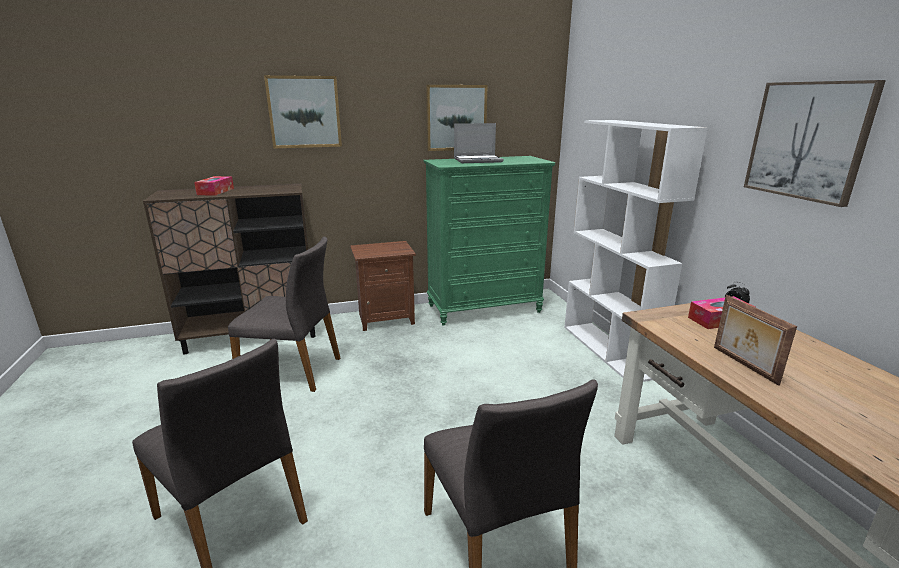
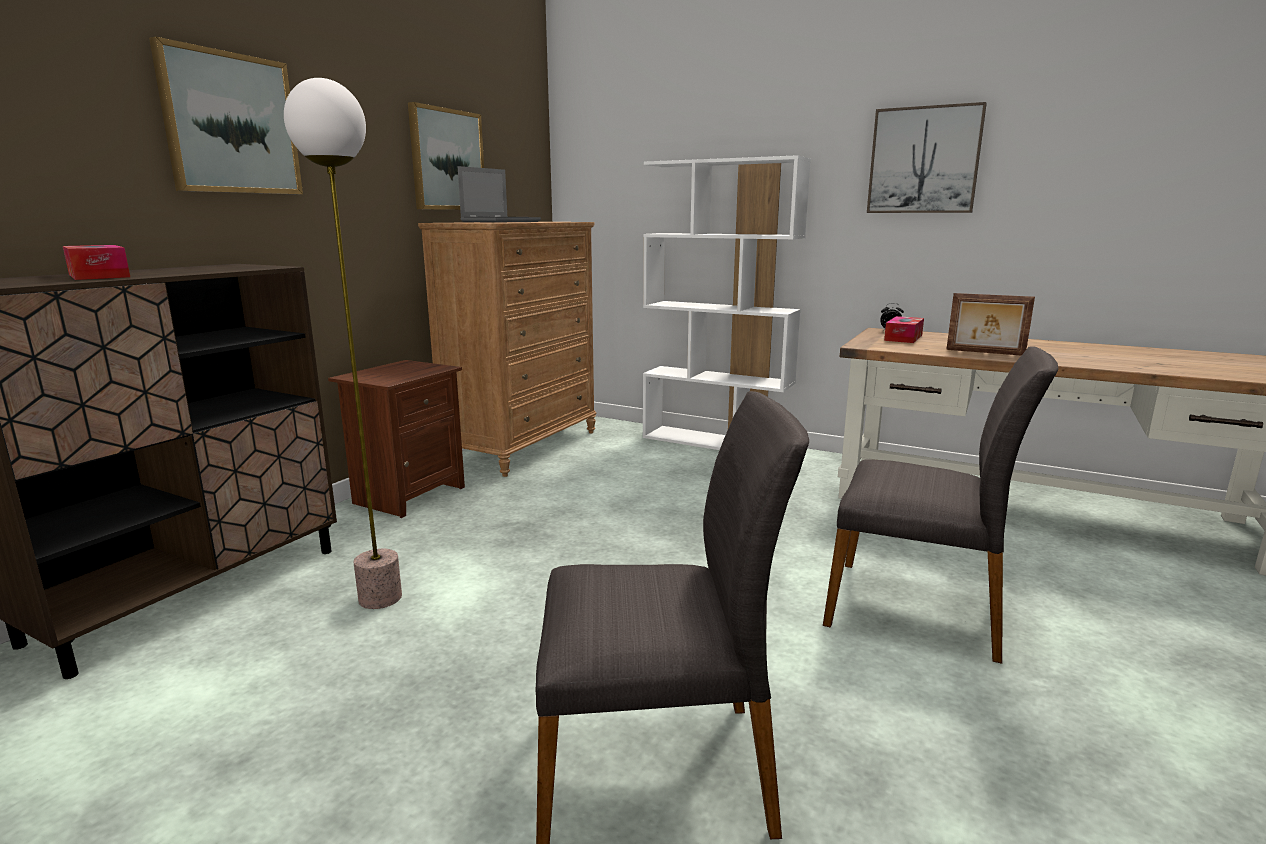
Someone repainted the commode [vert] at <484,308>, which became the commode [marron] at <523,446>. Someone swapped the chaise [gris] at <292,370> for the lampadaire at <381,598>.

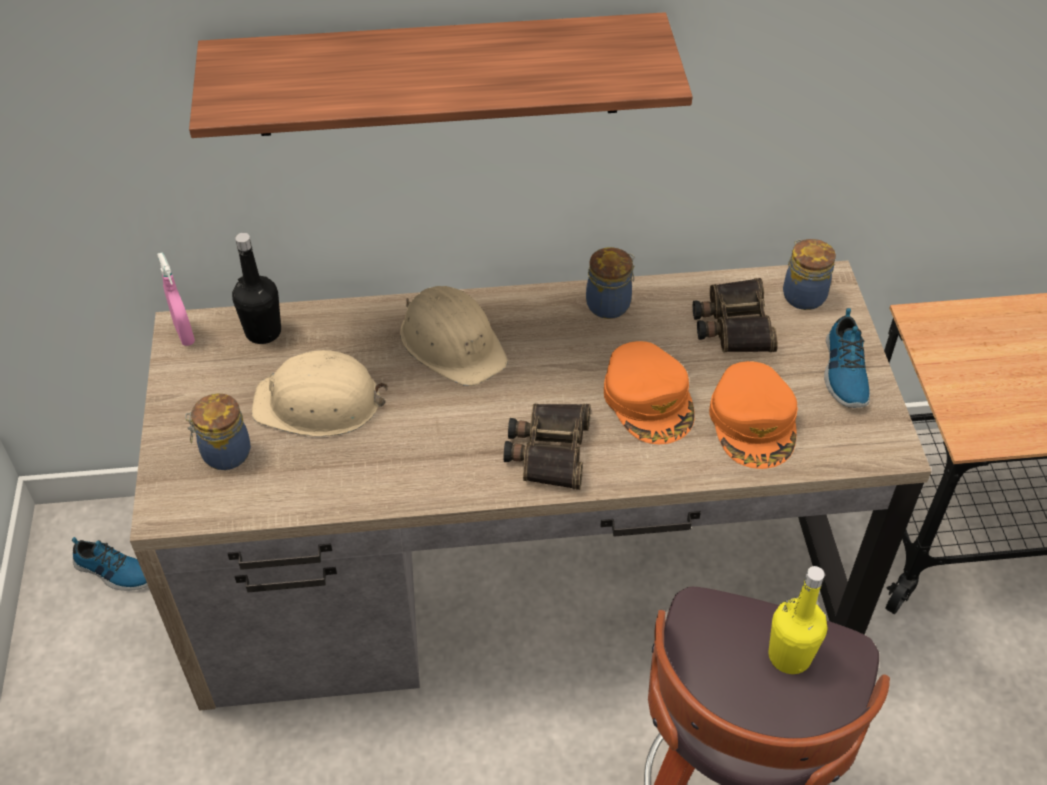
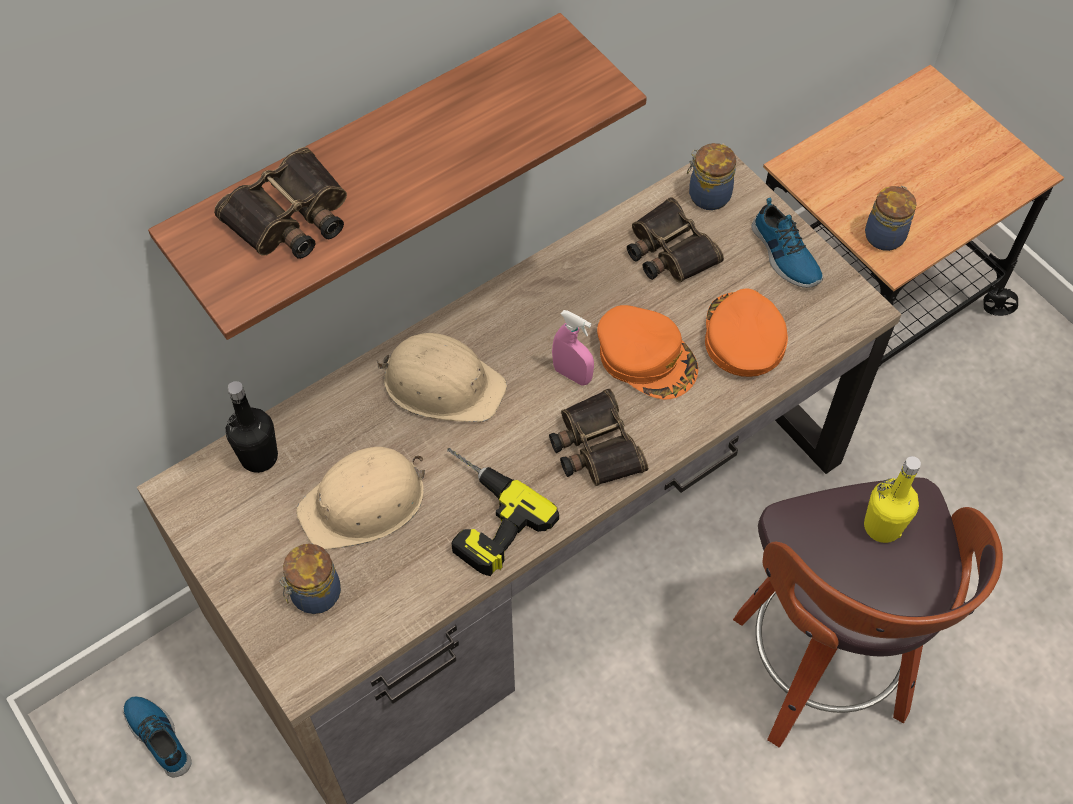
Someone carried the bocal from <610,304> to <885,235>. Someone carried the vaporisateur [rose] from <184,334> to <572,375>. Someone rotated the casquette [orange] at <754,422> by 150 degrees counterclockwise. Someone rotated the chaussure at <115,572> by 120 degrees counterclockwise. Someone put down the jumelles at <291,218>. Someone put down the perceuse at <479,515>.

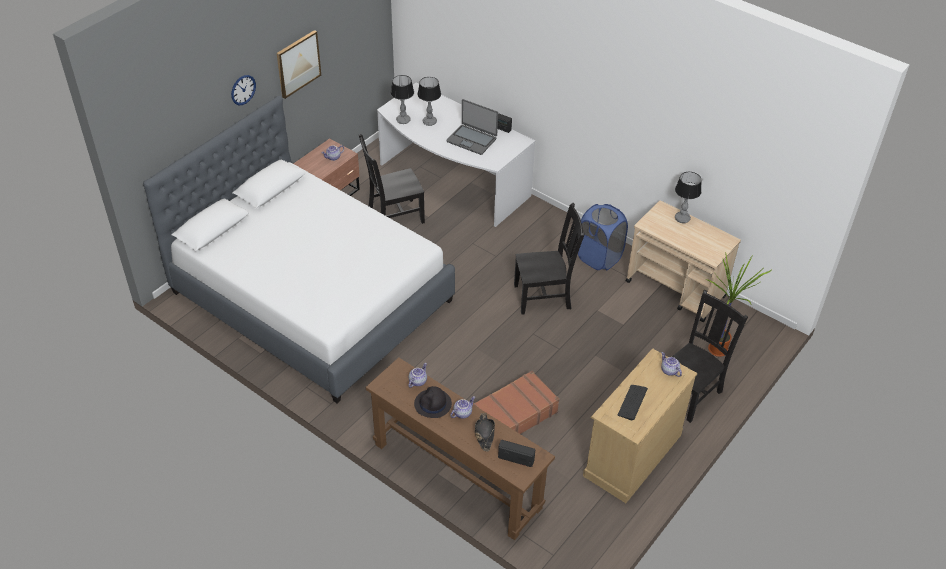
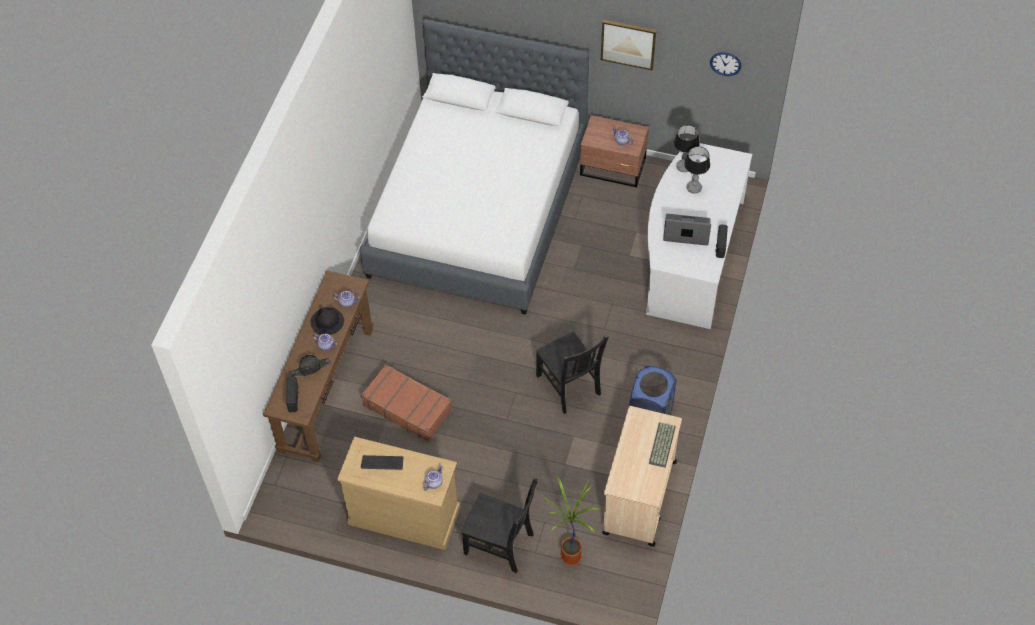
Someone carried the horloge murale from <243,90> to <725,63>. Someone rotated the ordinateur portable at <472,140> by 90 degrees clockwise. Someone took away the chaise [noir] at <393,216>. Someone swapped the lampe de table at <682,218> for the clavier at <663,445>.

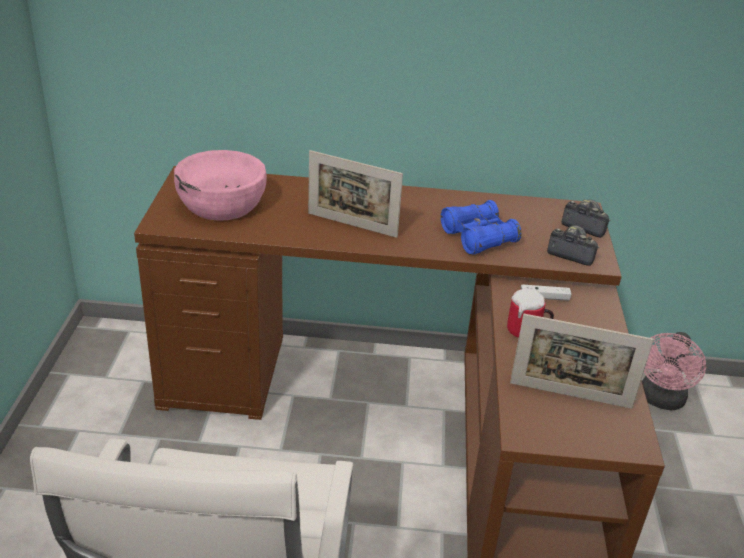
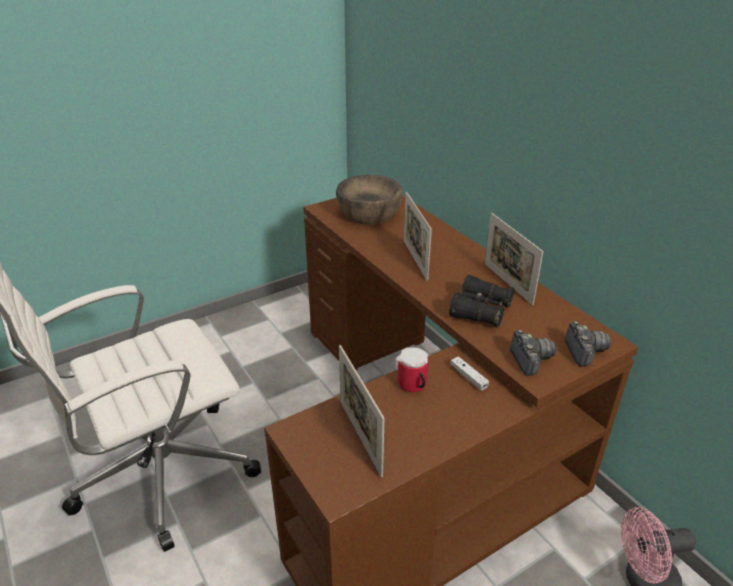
Someone repainted the bol [rose] at <222,204>, which became the bol [marron] at <369,213>. Someone repainted the jumelles [bleu] at <478,237>, which became the jumelles [noir] at <480,311>. Someone put down the cadre photo at <507,283>.

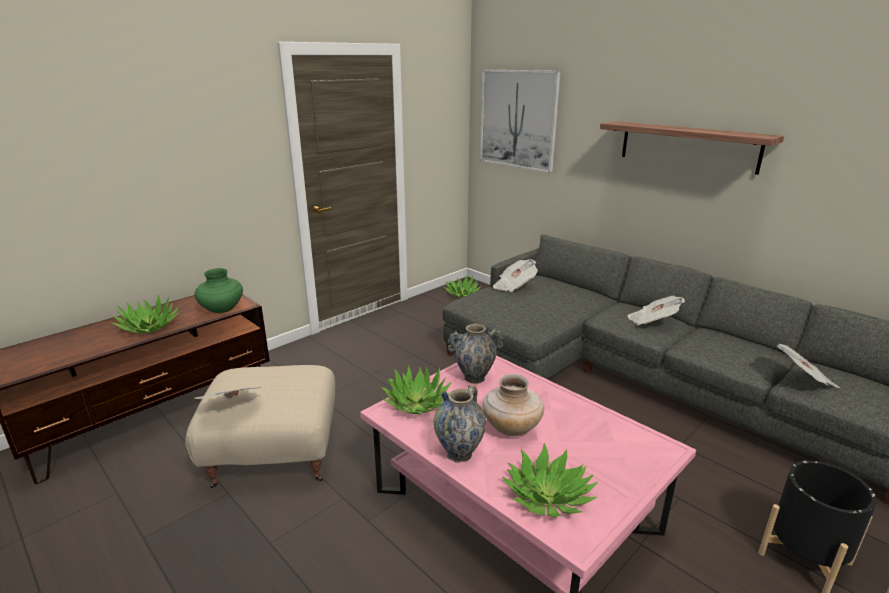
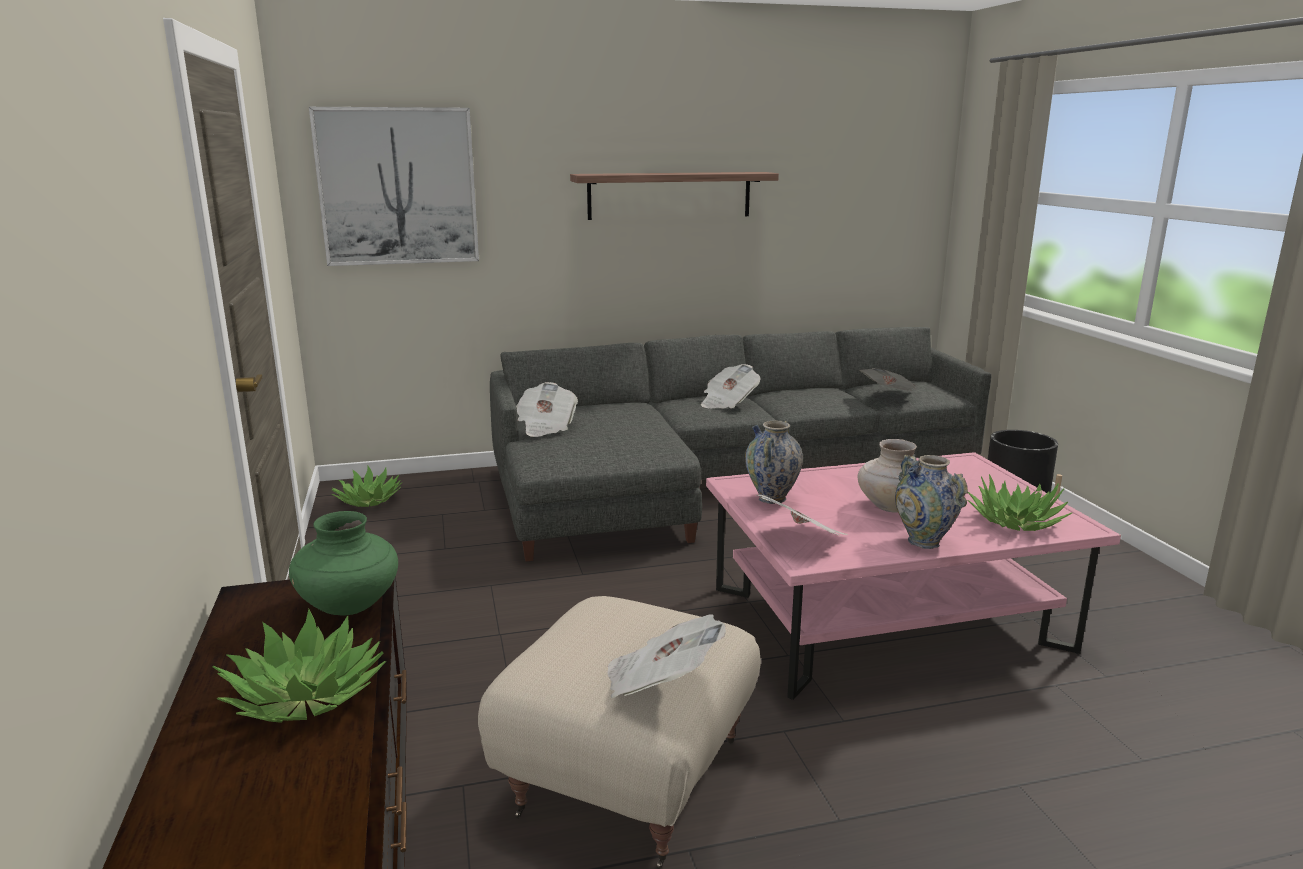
Someone swapped the plante en pot at <417,403> for the journal at <801,538>.

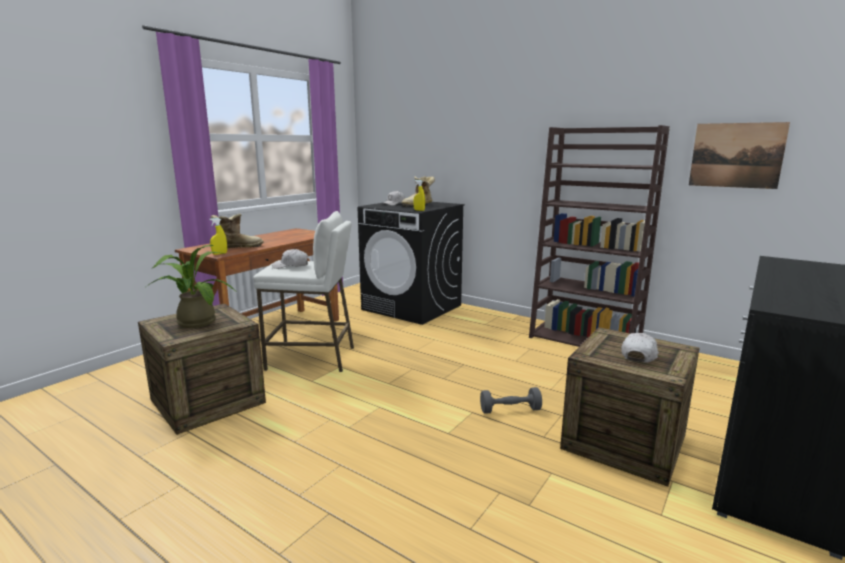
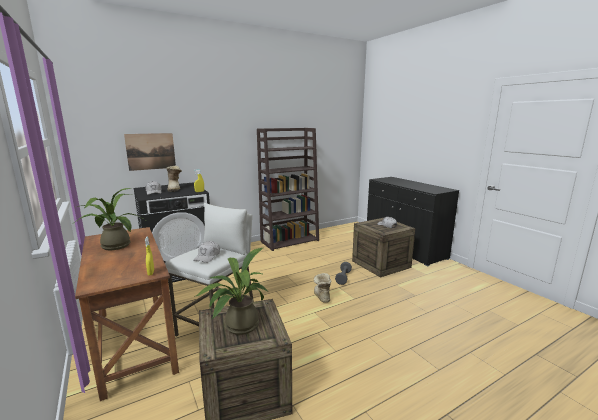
Someone carried the tableau from <736,155> to <151,151>. Someone carried the botte from <238,247> to <321,297>. Someone put down the plante en pot at <113,245>.

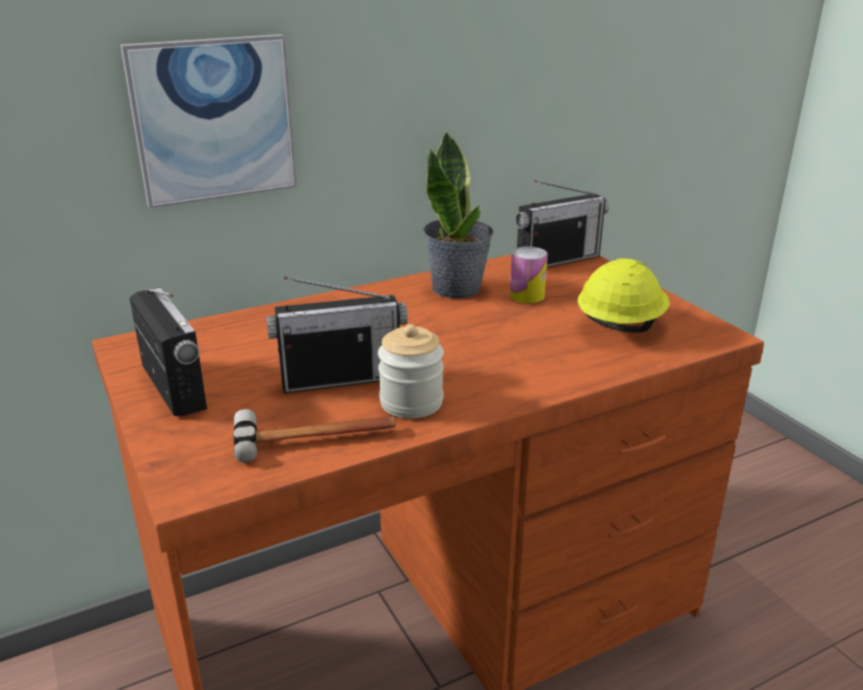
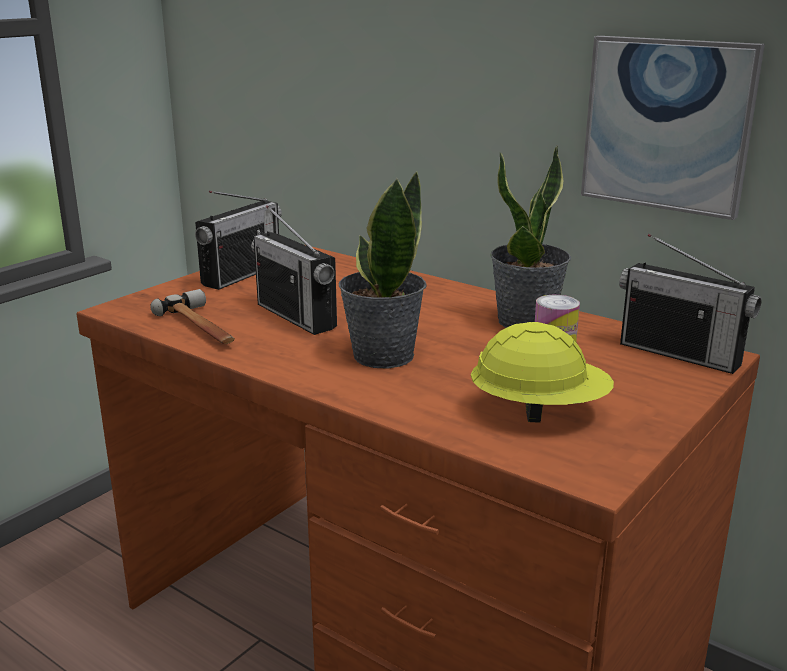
Someone carried the tableau from <213,120> to <667,125>. Someone took away the bocal at <411,402>. Someone put down the plante en pot at <382,355>.

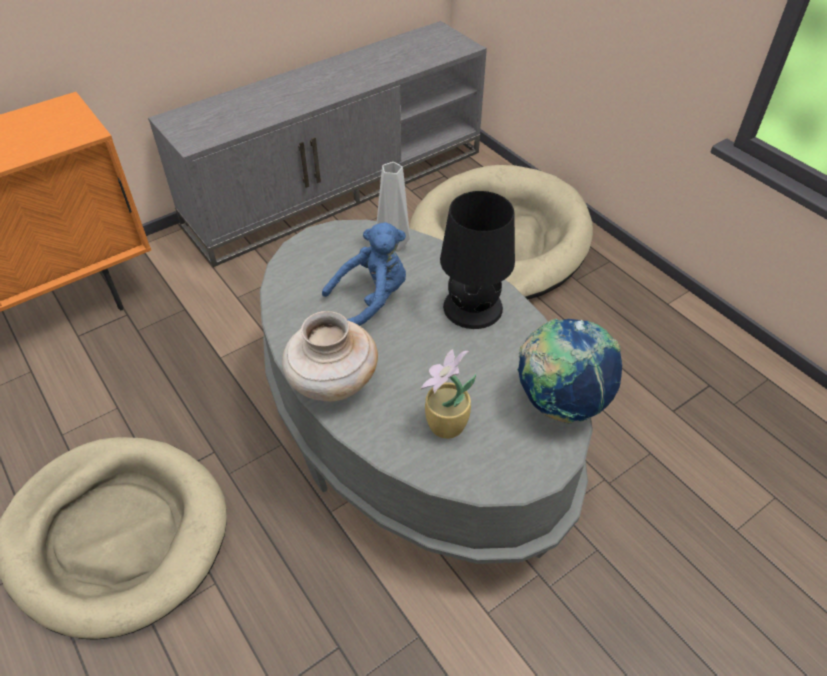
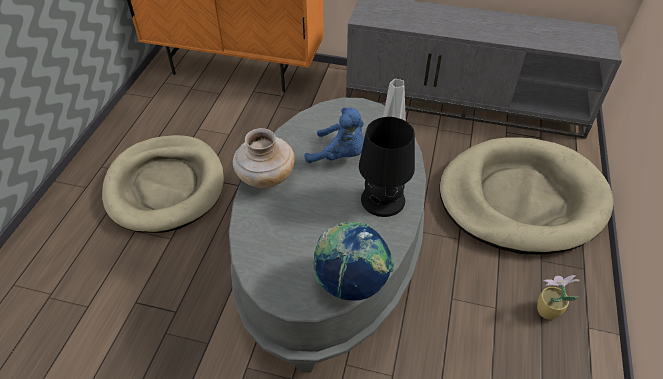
Someone carried the plante en pot from <445,426> to <546,311>.

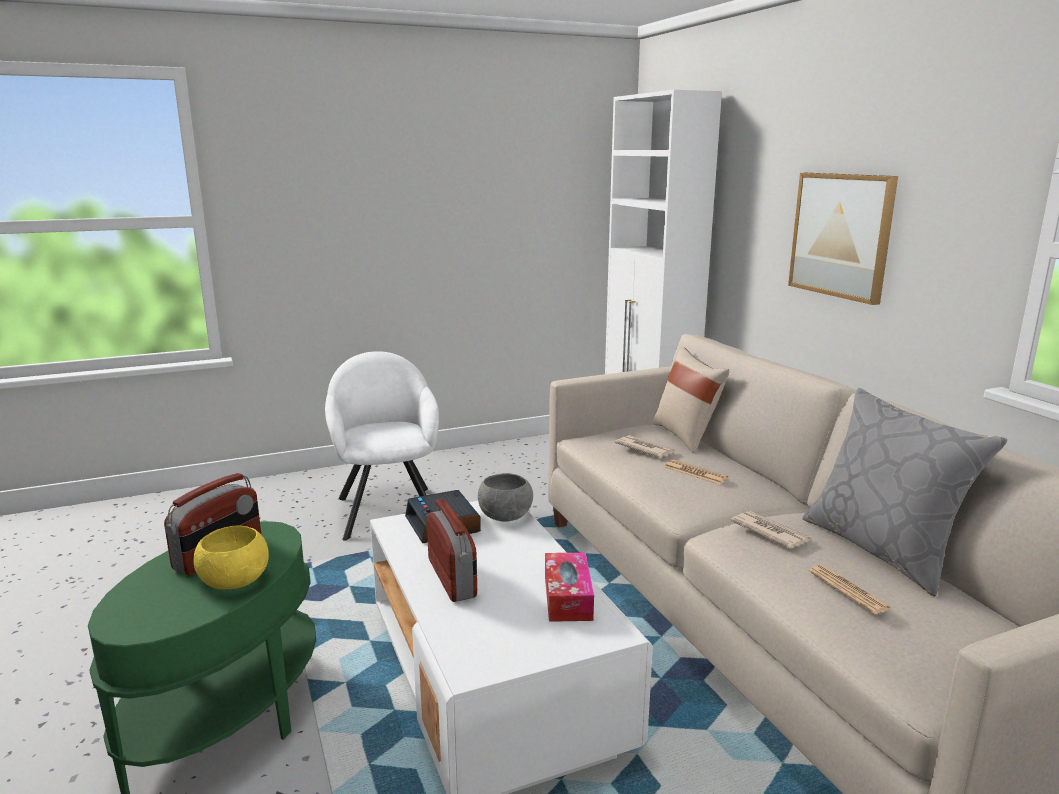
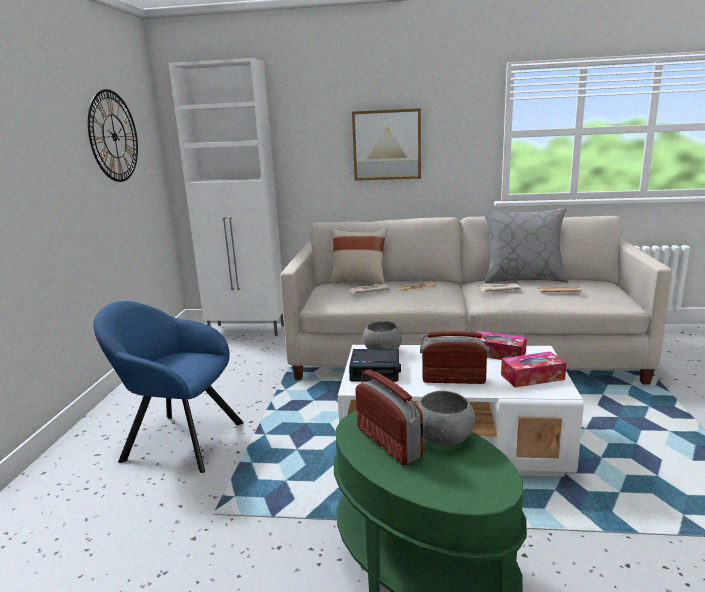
Someone repainted the fauteuil [blanc] at <387,509>, which became the fauteuil [bleu] at <178,440>. Someone repainted the bol [jaune] at <235,580>, which became the bol [gris] at <443,438>. Someone put up the horloge murale at <114,136>. Someone put down the boîte à mouchoirs at <532,377>.

